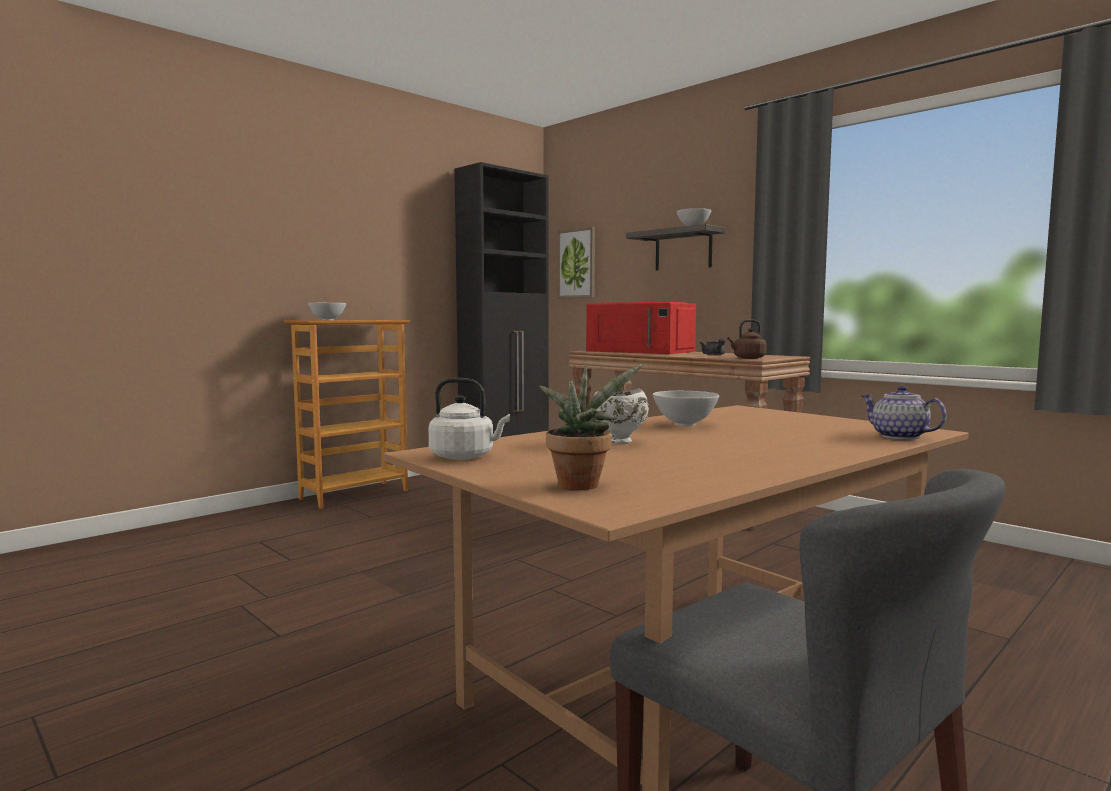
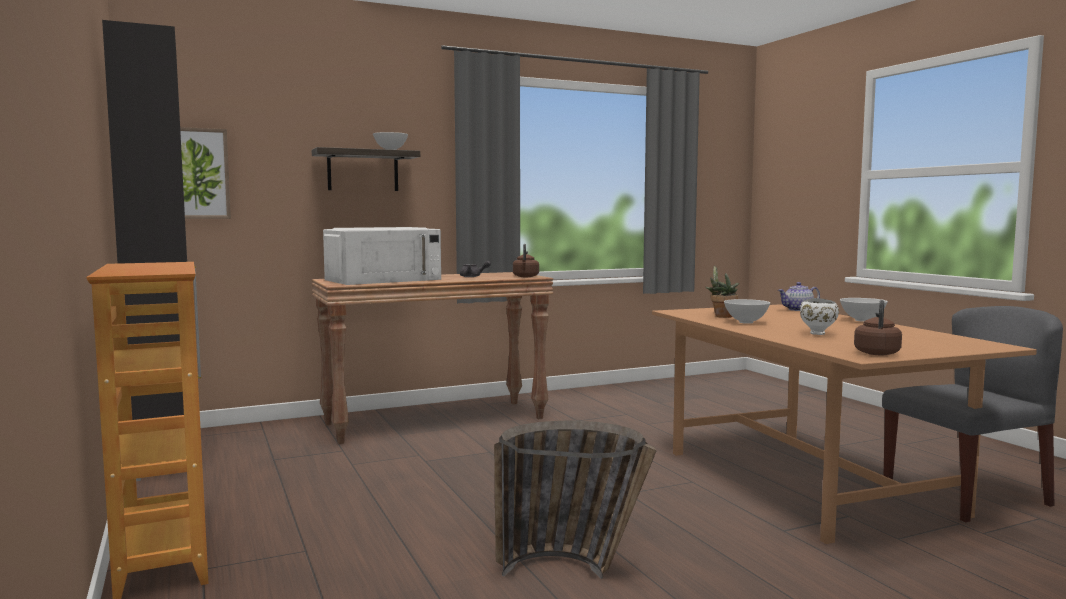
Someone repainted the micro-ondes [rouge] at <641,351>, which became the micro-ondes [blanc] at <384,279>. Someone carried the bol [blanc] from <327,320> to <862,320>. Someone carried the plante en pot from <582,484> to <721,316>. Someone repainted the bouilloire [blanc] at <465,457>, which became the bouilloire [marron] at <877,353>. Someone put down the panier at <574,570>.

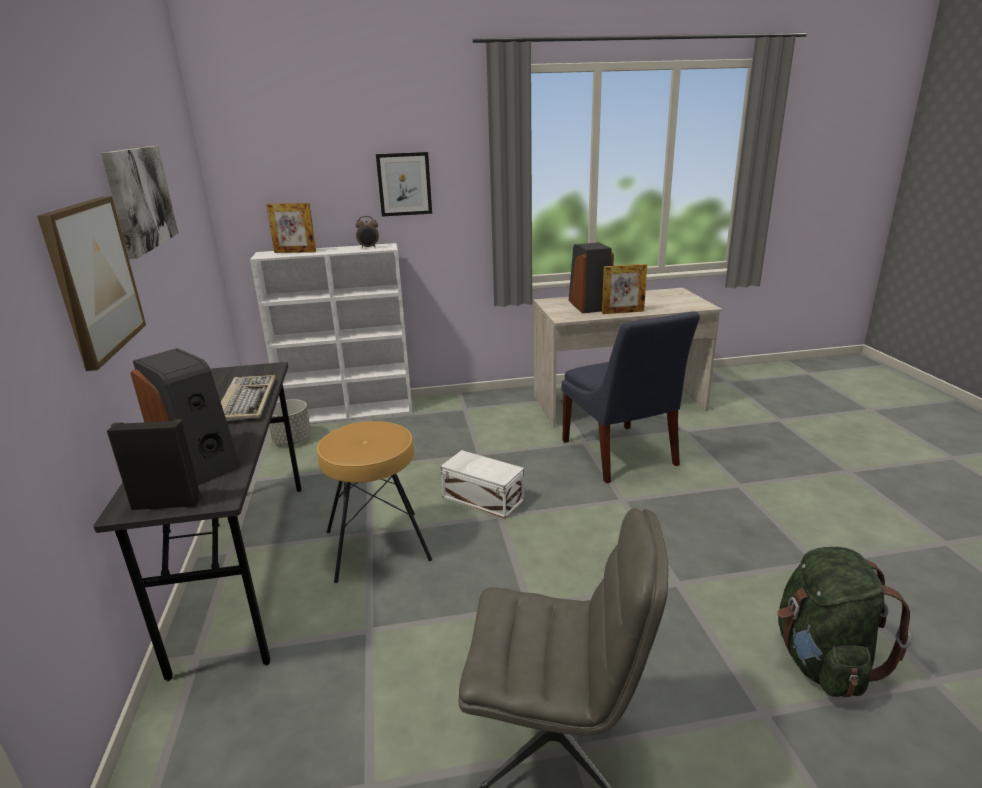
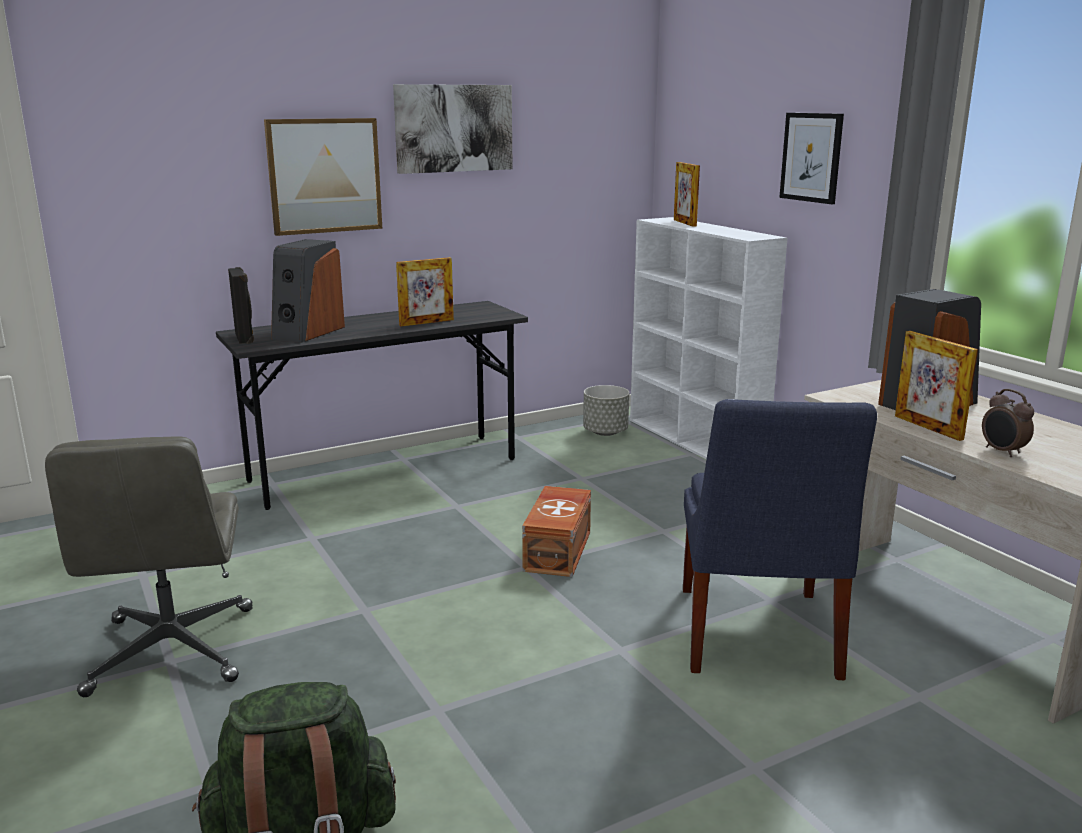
Someone carried the réveil from <369,248> to <1002,452>. Someone rotated the chaise [bleu] at <620,455> by 45 degrees counterclockwise. Someone swapped the clavier at <247,400> for the cadre photo at <426,322>. Someone took away the tabouret [marron] at <377,546>. Someone repainted the boîte de rangement [blanc] at <482,497>, which became the boîte de rangement [marron] at <559,550>.

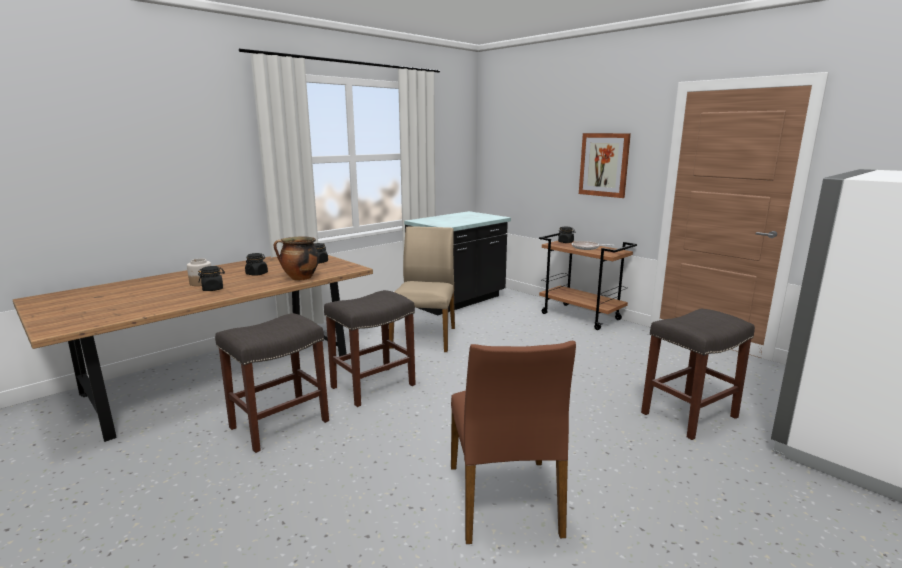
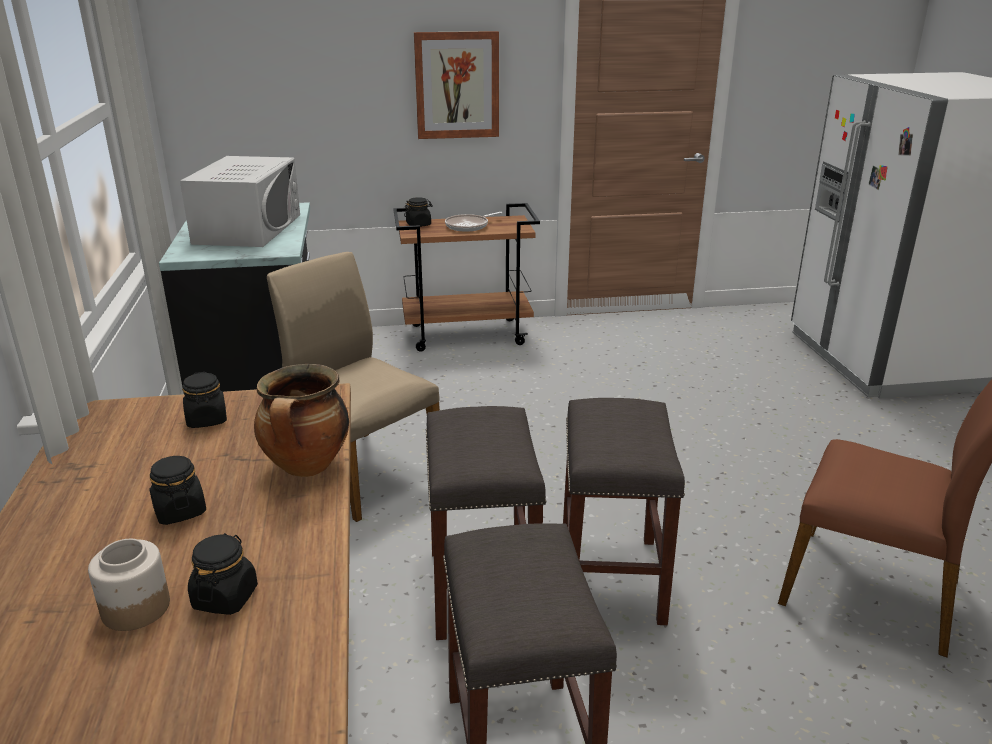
Someone carried the tabouret [gris] from <689,414> to <609,577>. Someone put down the micro-ondes [blanc] at <248,229>.

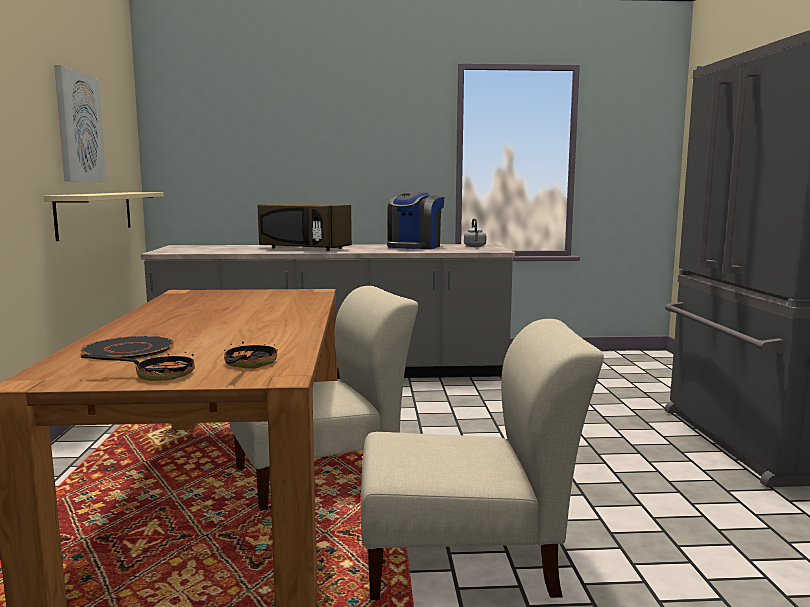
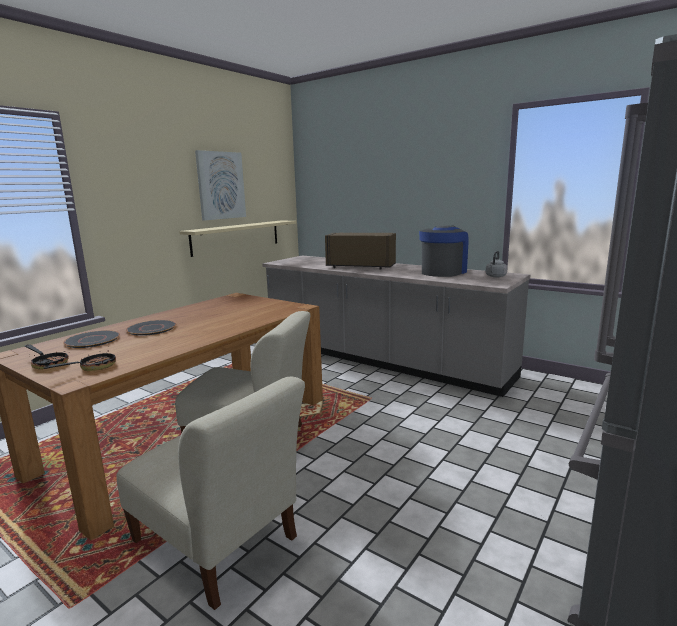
Someone rotated the machine à café at <414,247> by 150 degrees clockwise. Someone rotated the micro-ondes [marron] at <303,248> by 135 degrees clockwise. Someone put down the assiette [noir] at <151,328>.

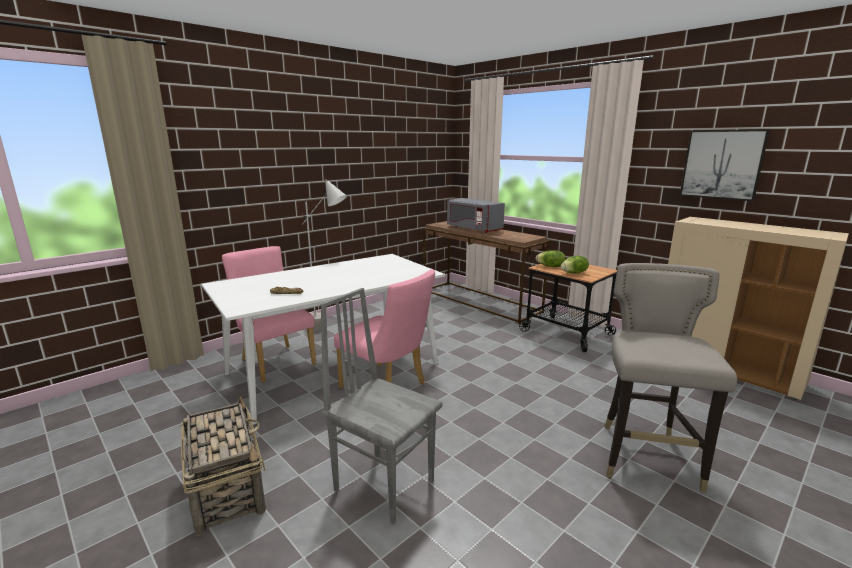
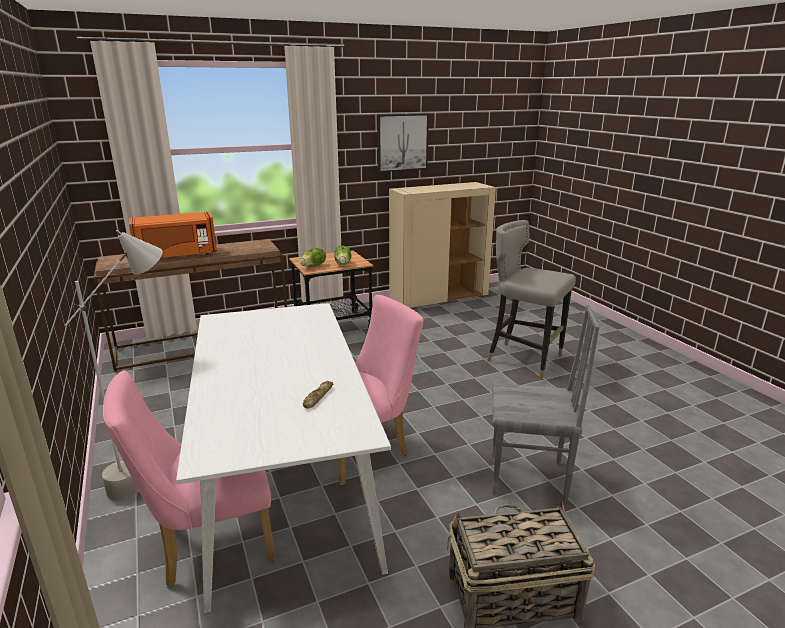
Someone repainted the micro-ondes [gris] at <473,229>, which became the micro-ondes [orange] at <176,255>. Someone rotated the chaise [gris] at <384,484> by 135 degrees counterclockwise.

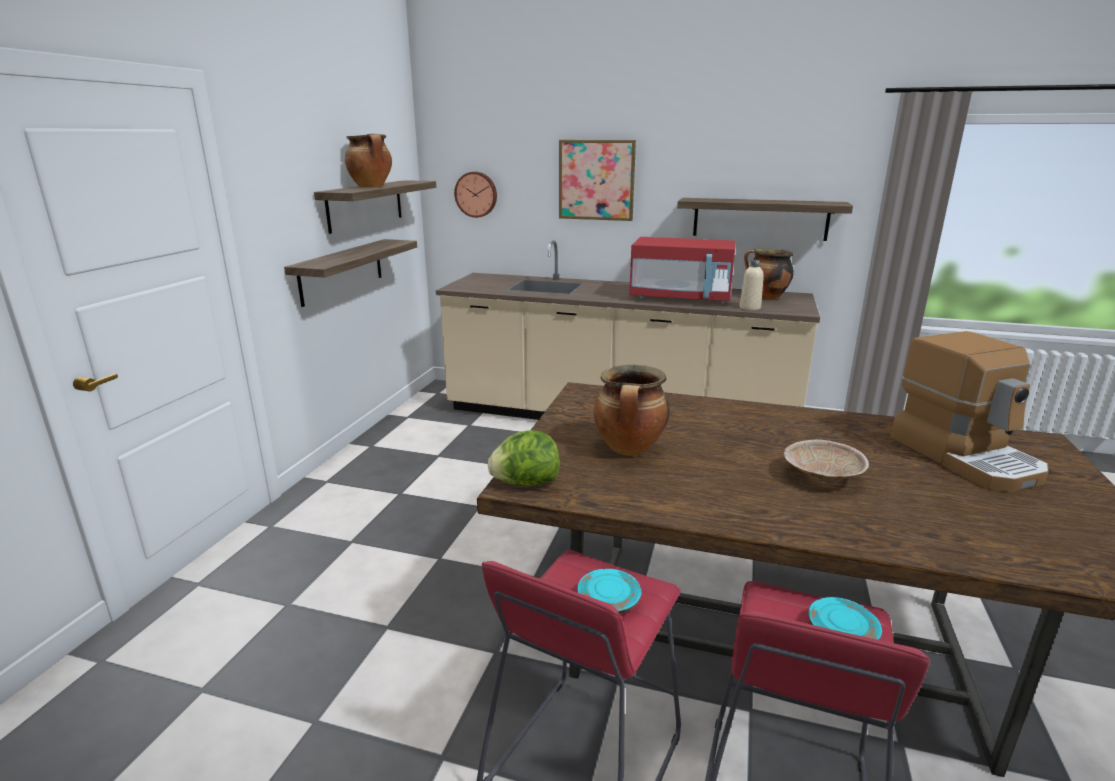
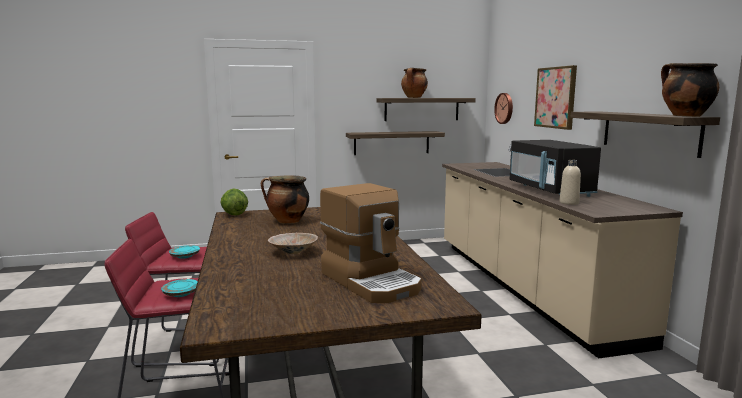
Someone repainted the micro-ondes [rouge] at <681,298>, which became the micro-ondes [noir] at <550,190>. Someone carried the marmite from <766,297> to <684,116>. Someone rotated the machine à café at <966,457> by 75 degrees counterclockwise.

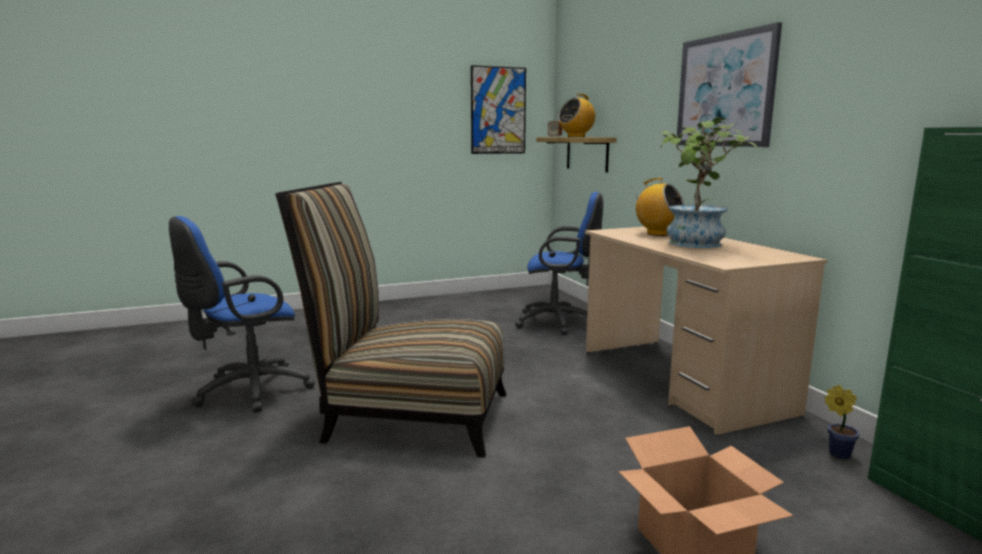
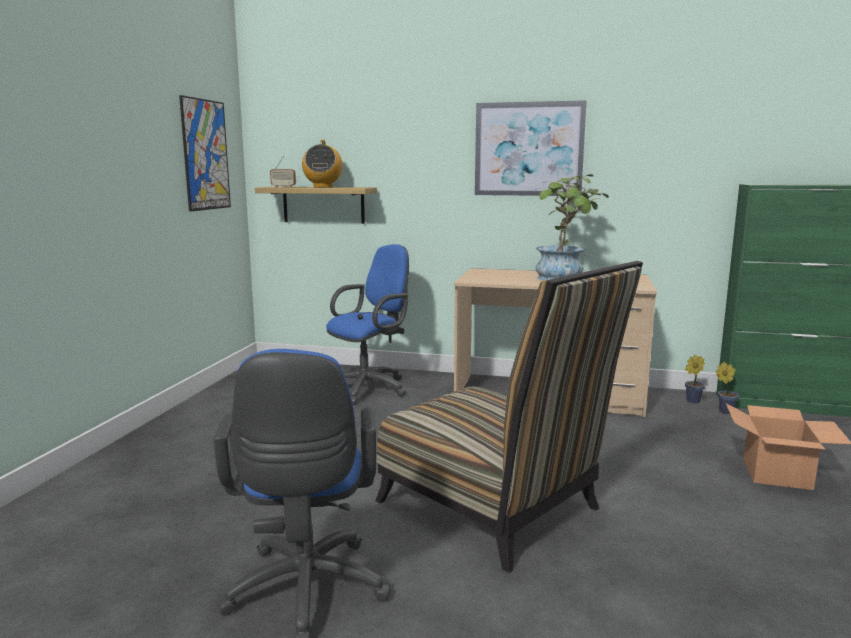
Someone took away the radio at <658,234>. Someone rotated the chaise at <407,415> by 90 degrees counterclockwise. Someone put down the plante en pot at <724,411>.

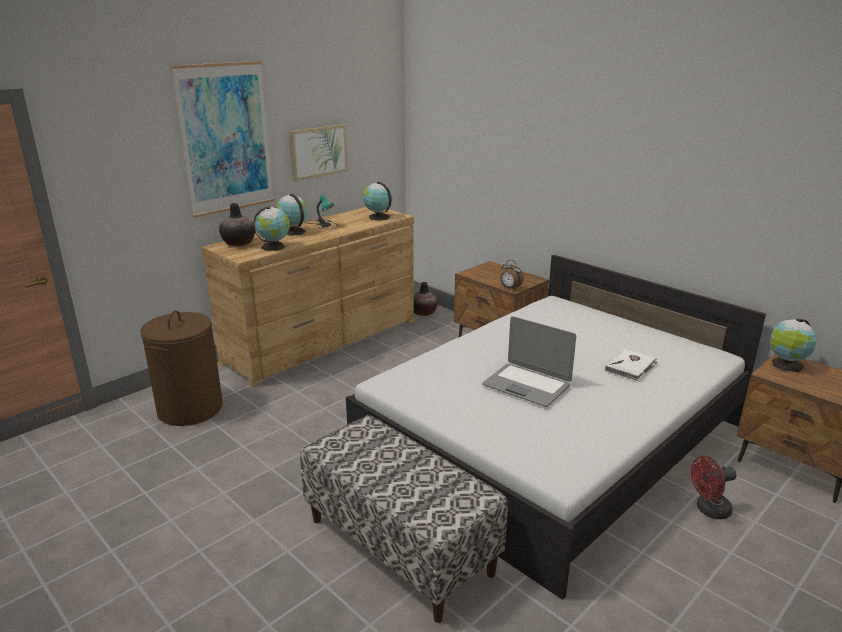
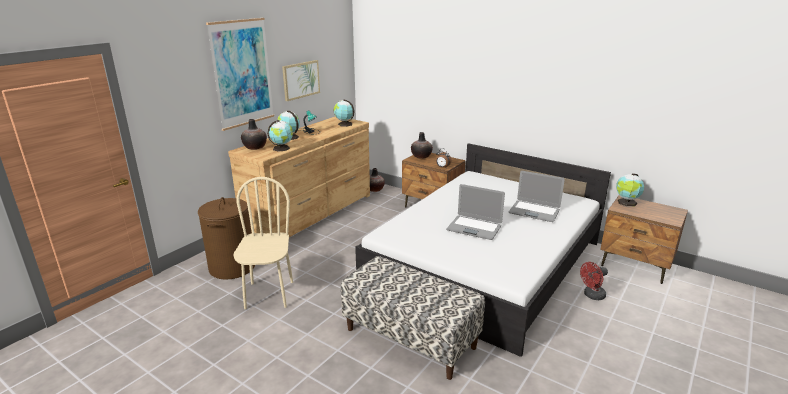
Someone swapped the livre [blanc] at <631,367> for the ordinateur portable at <534,211>. Someone put down the vase at <421,156>. Someone put down the chaise [beige] at <269,295>.

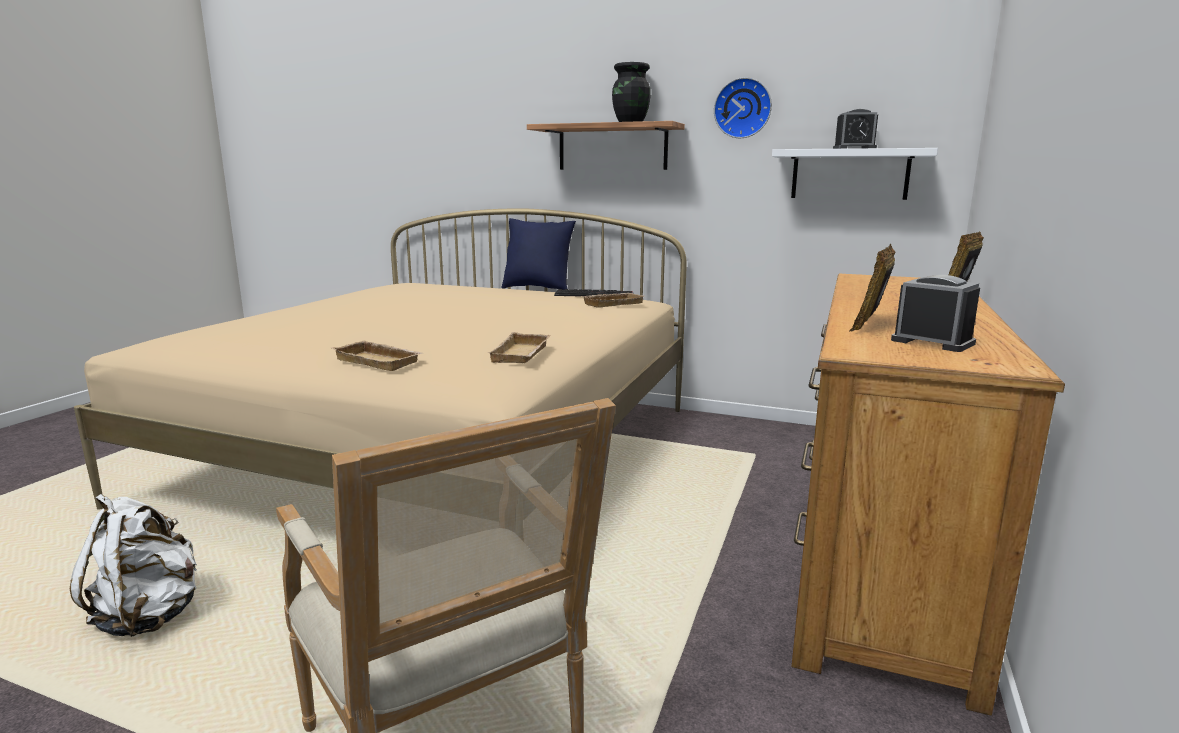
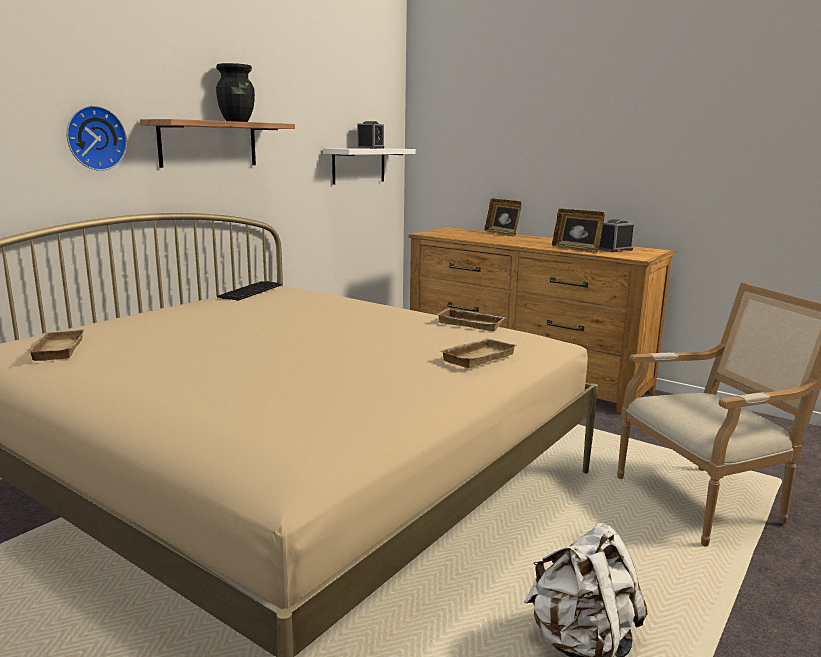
Someone carried the horloge murale from <743,108> to <94,138>. Someone took away the coussin [bleu] at <538,288>. Someone carried the plateau [beige] from <612,303> to <55,350>.

